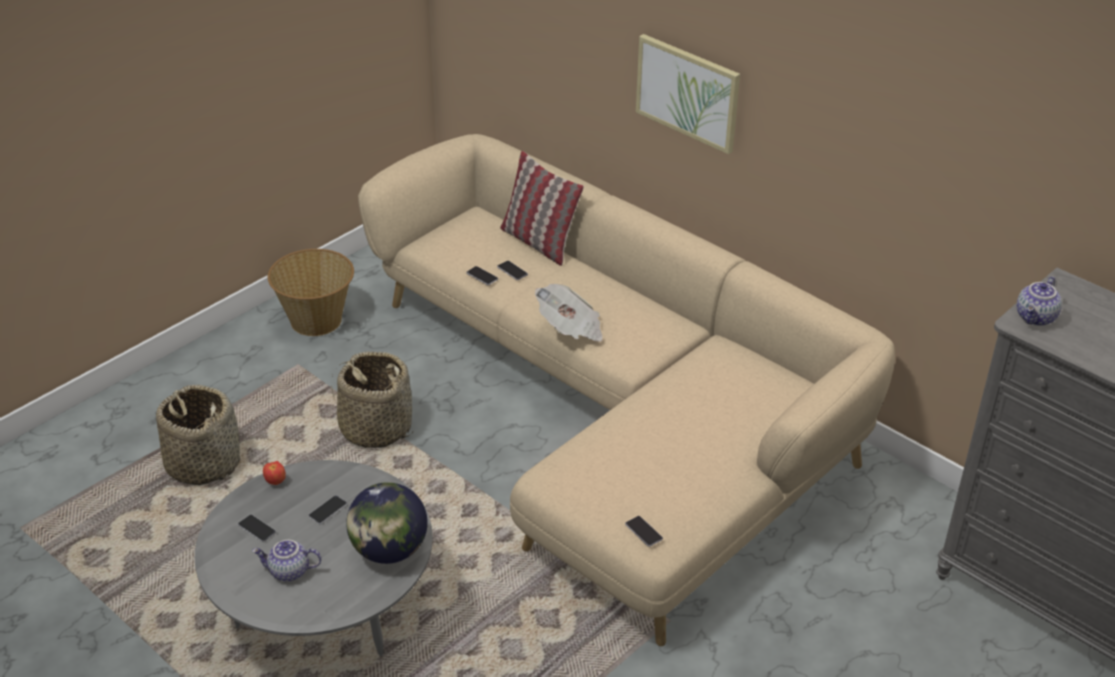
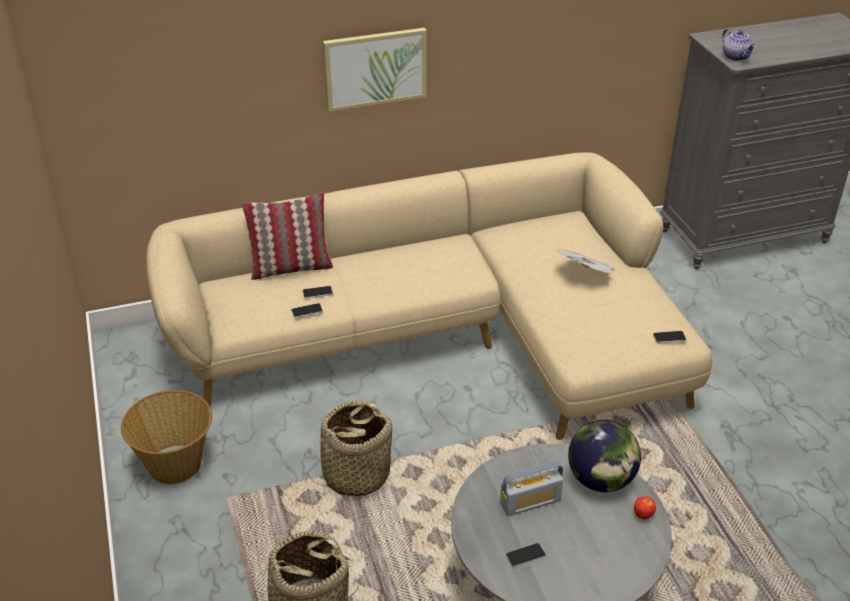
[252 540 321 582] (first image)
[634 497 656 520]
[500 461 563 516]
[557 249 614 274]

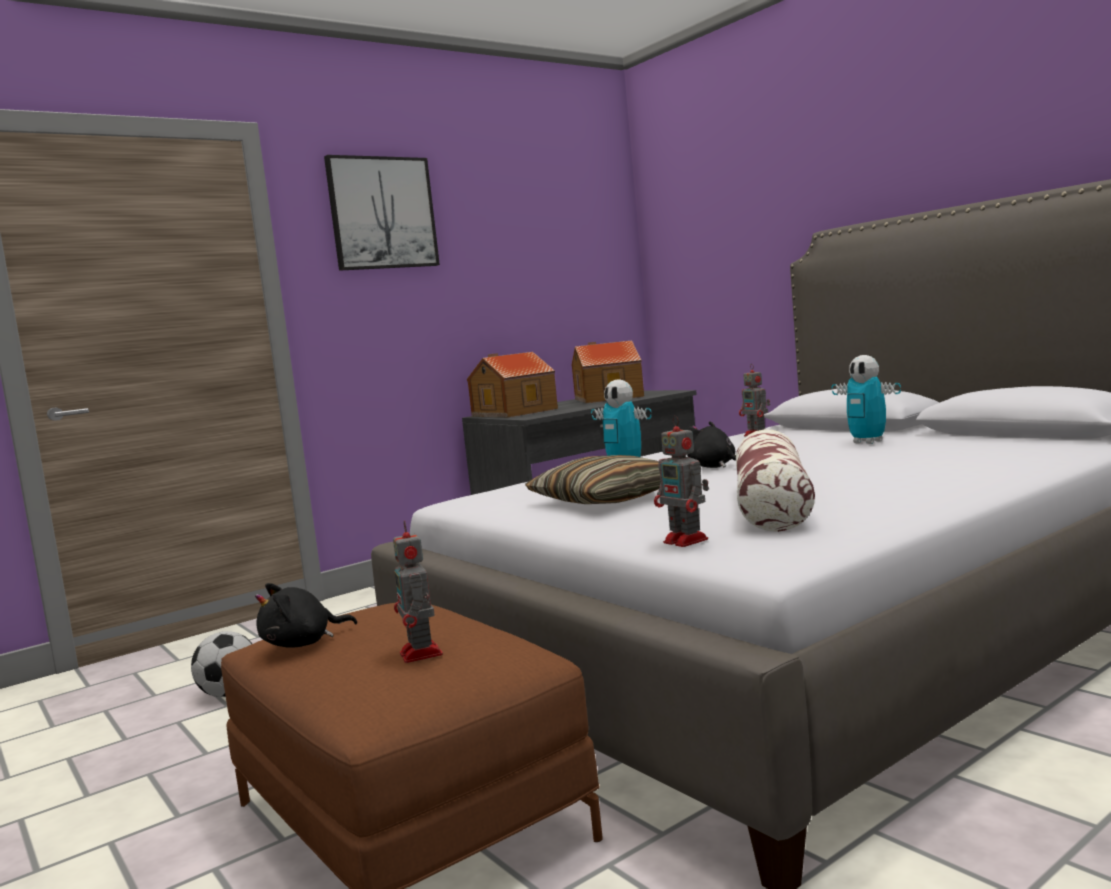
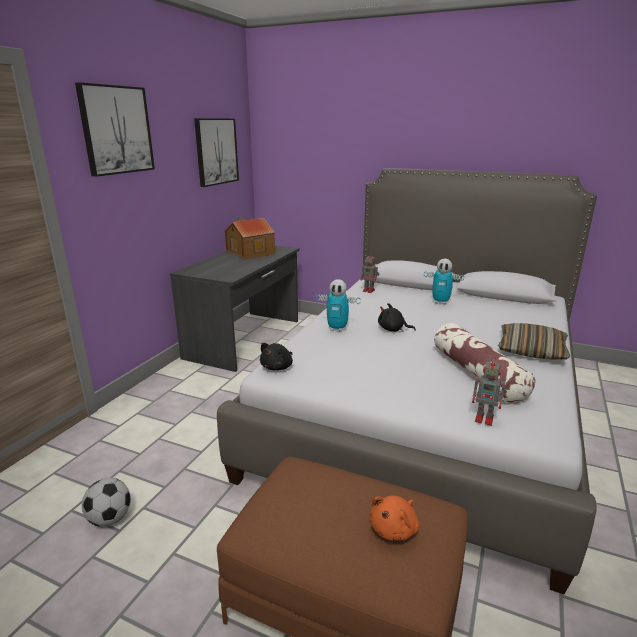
[260 343 293 370]
[369 495 420 541]
[467 352 558 418] (first image)
[498 323 570 360]
[194 118 239 187]

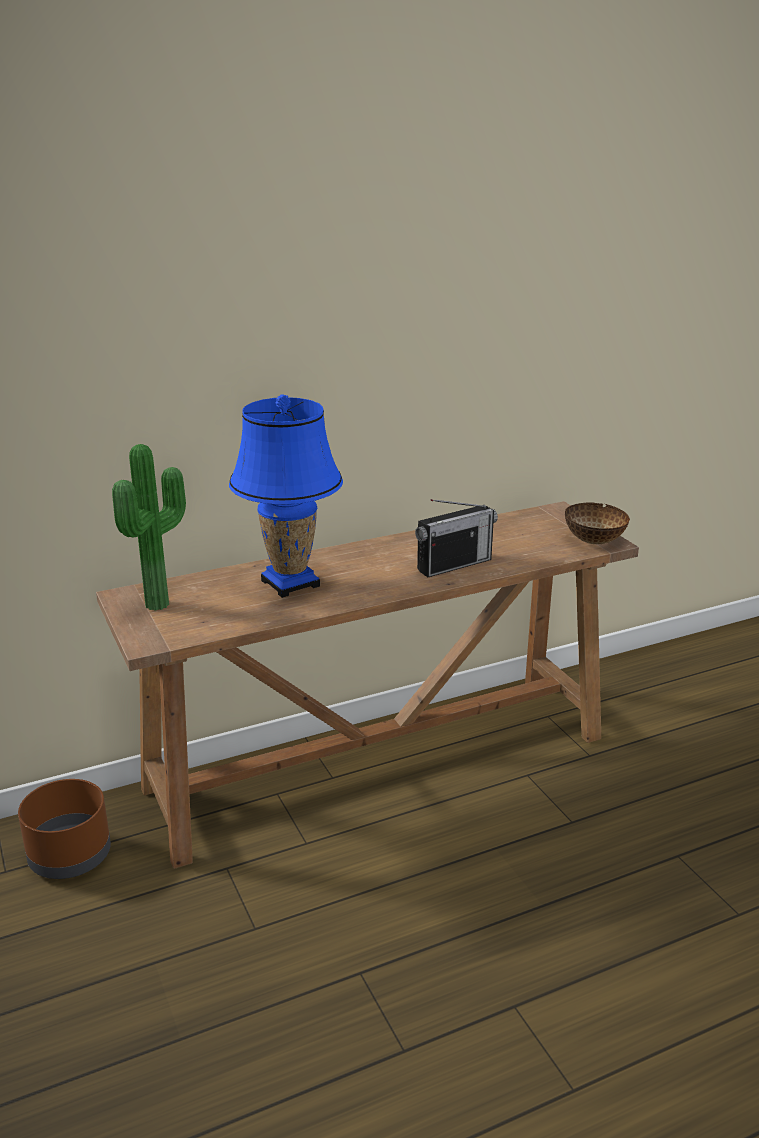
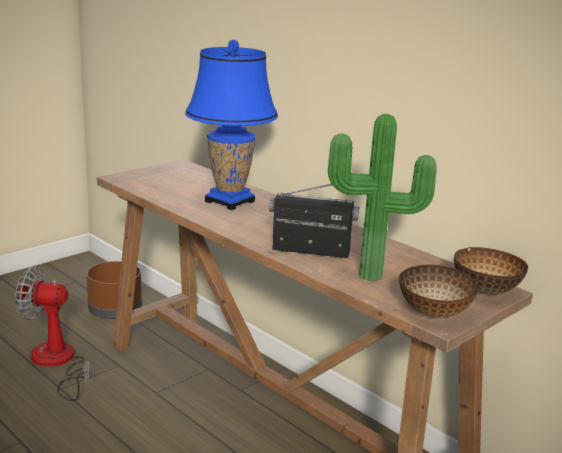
[328 114 437 281]
[269 184 359 258]
[15 267 90 401]
[454 247 528 295]

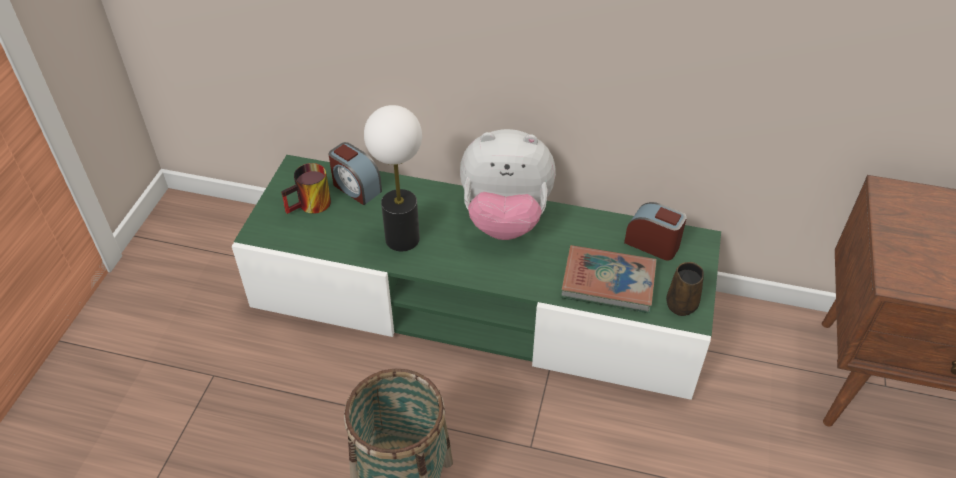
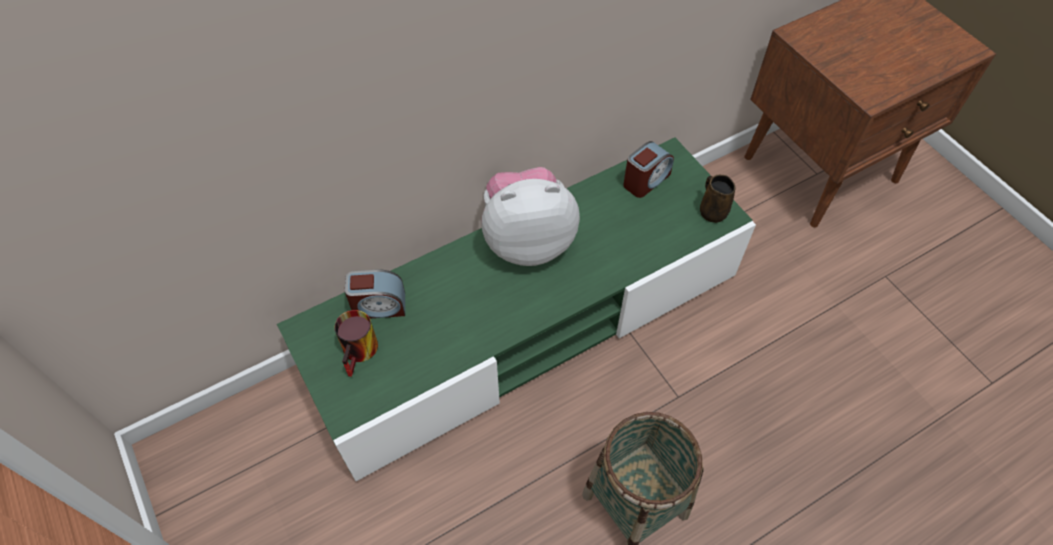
[364 105 422 251] (first image)
[481 167 580 266]
[561 245 657 313] (first image)
[623 141 674 198]

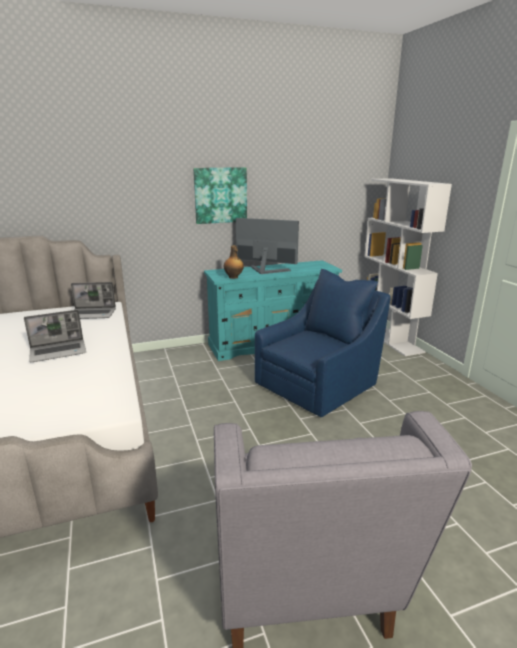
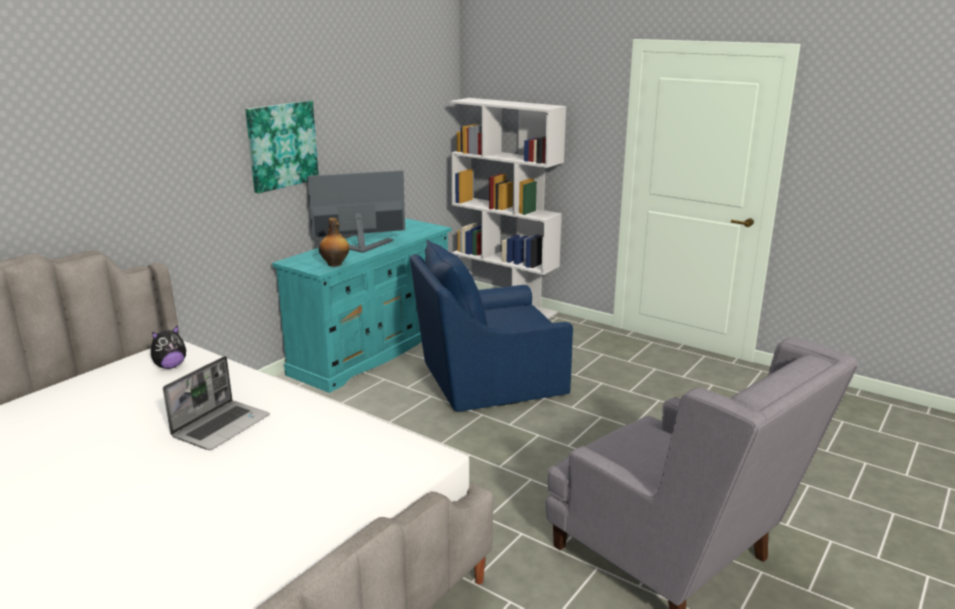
[151 325 186 369]
[410 239 573 412]

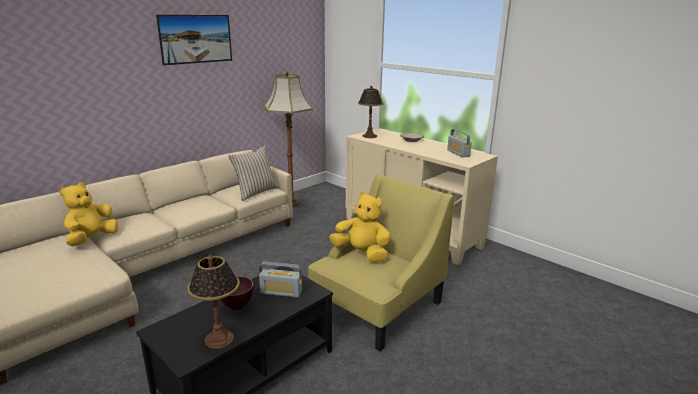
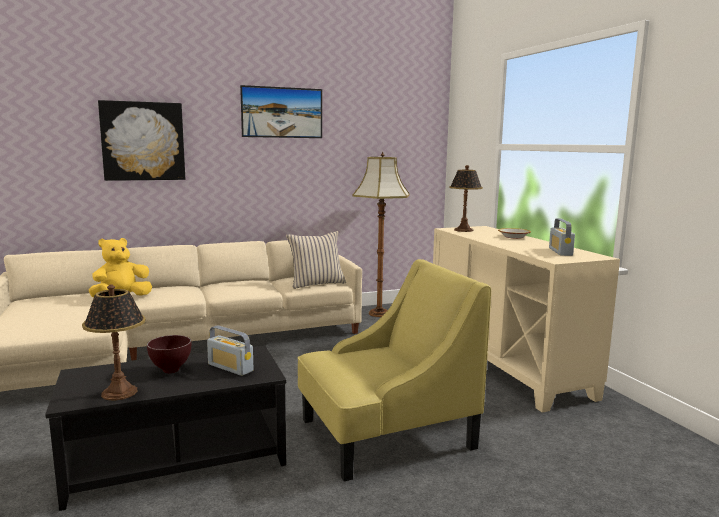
[329 192 391 263] (first image)
[98 100 185 181]

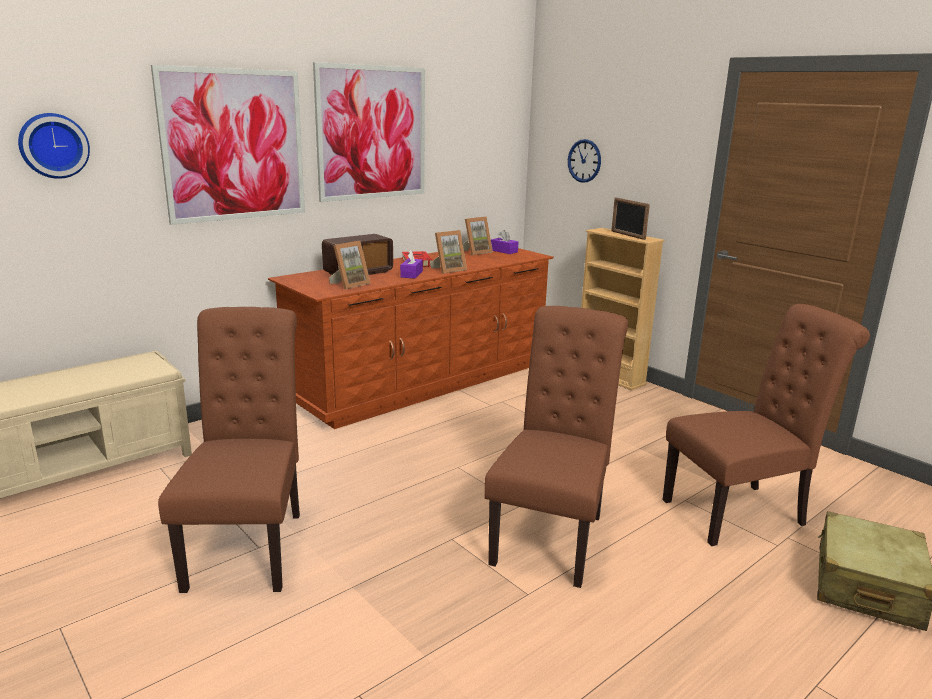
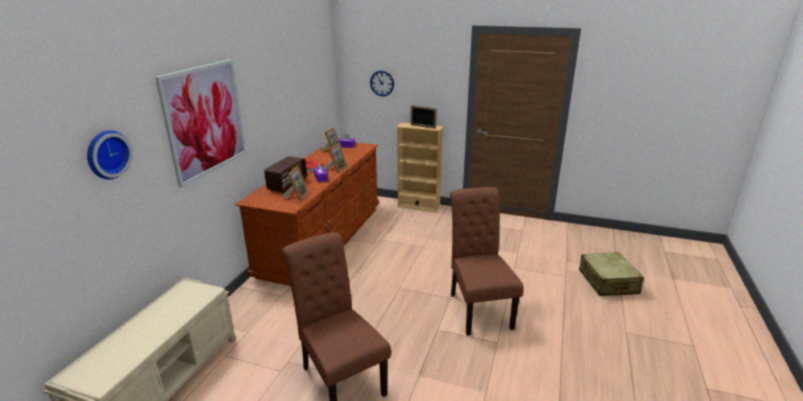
[313 62 425 202] (first image)
[663 304 870 546] (first image)

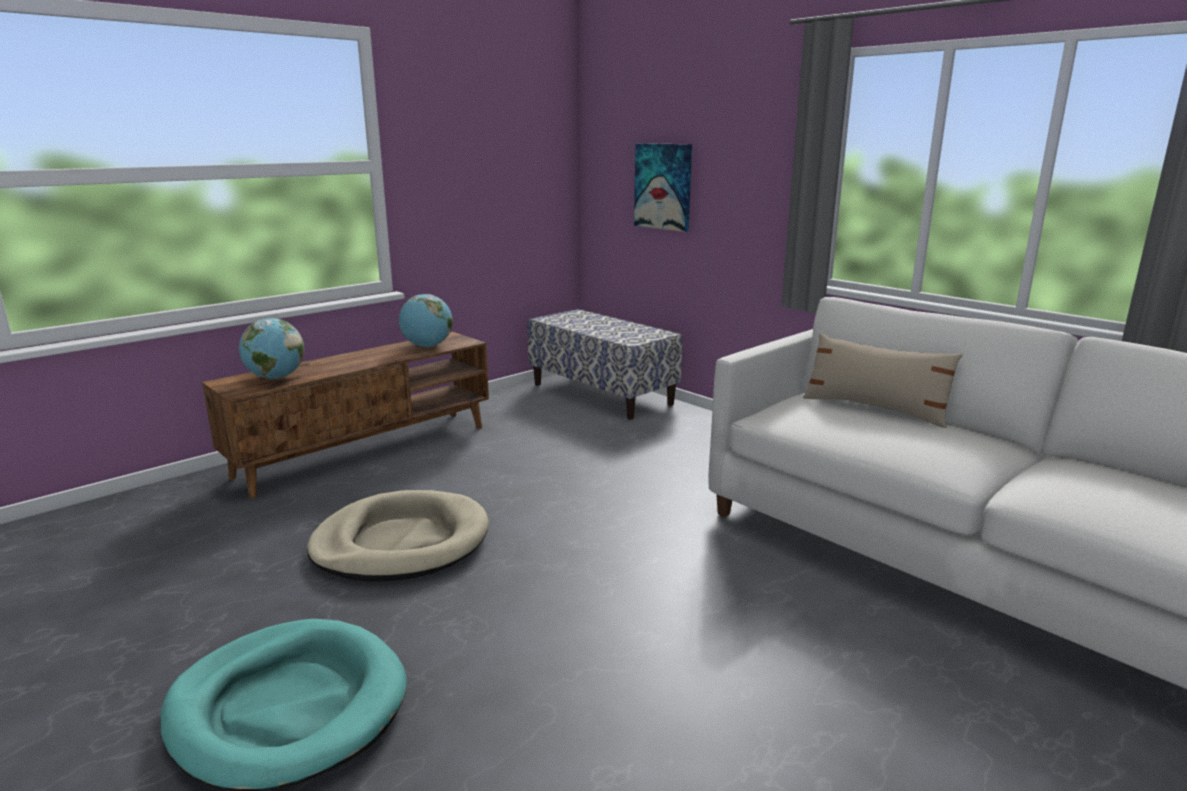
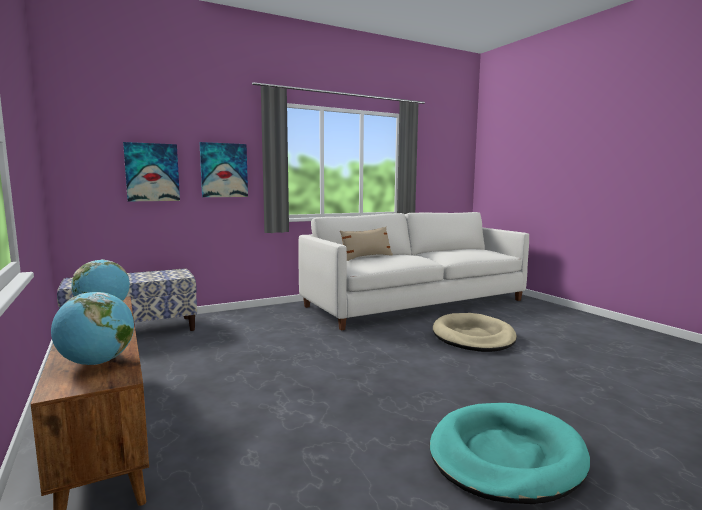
[433 313 517 352]
[199 142 248 197]

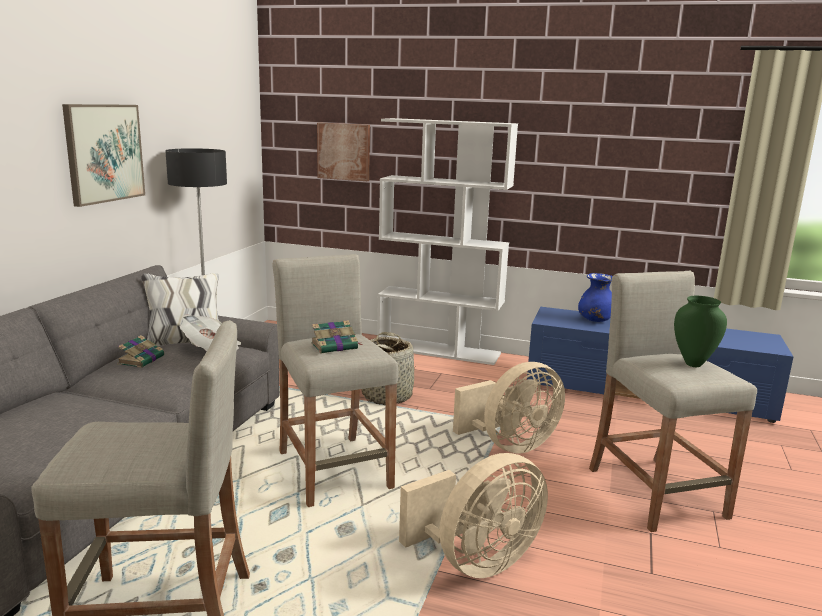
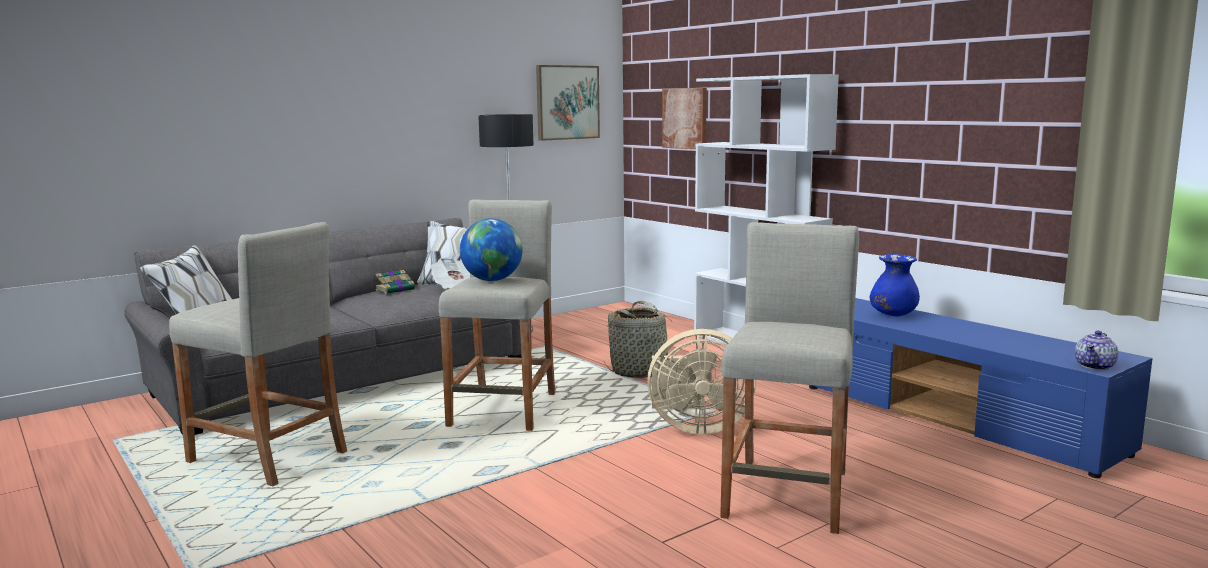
[536 65 600 141]
[460 218 522 281]
[399 453 548 578] (first image)
[674 296 727 367] (first image)
[1075 331 1119 370]

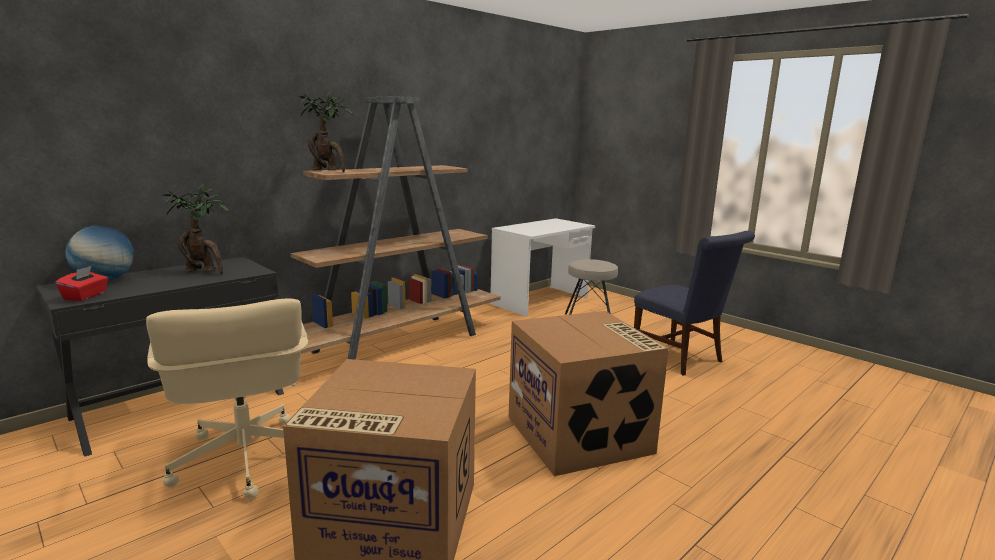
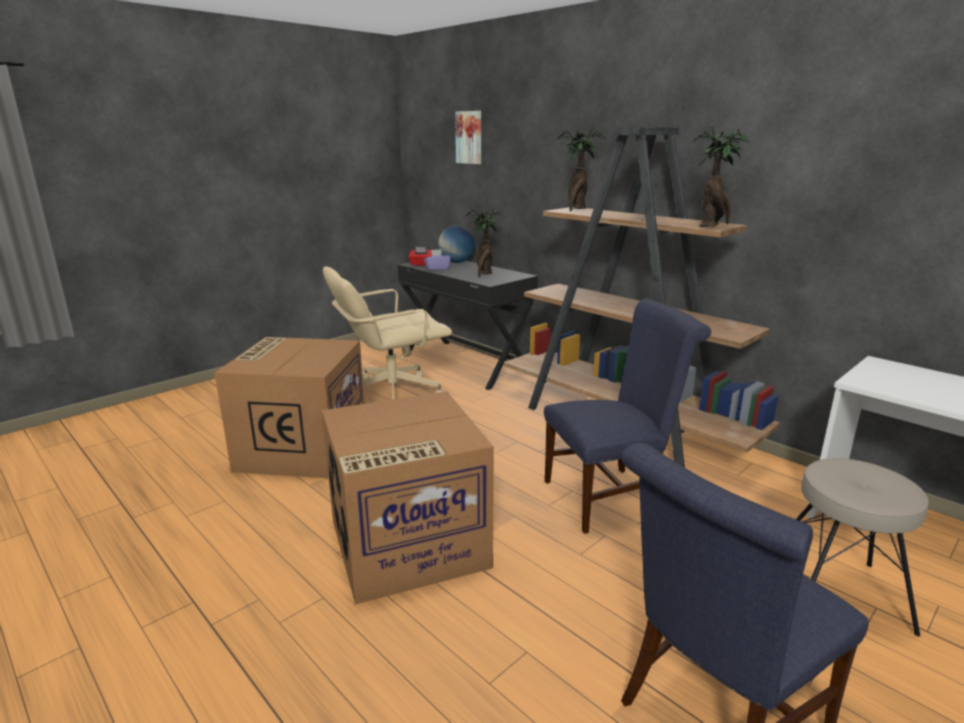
[424 249 451 271]
[455 111 481 164]
[544 299 711 534]
[693 124 750 227]

